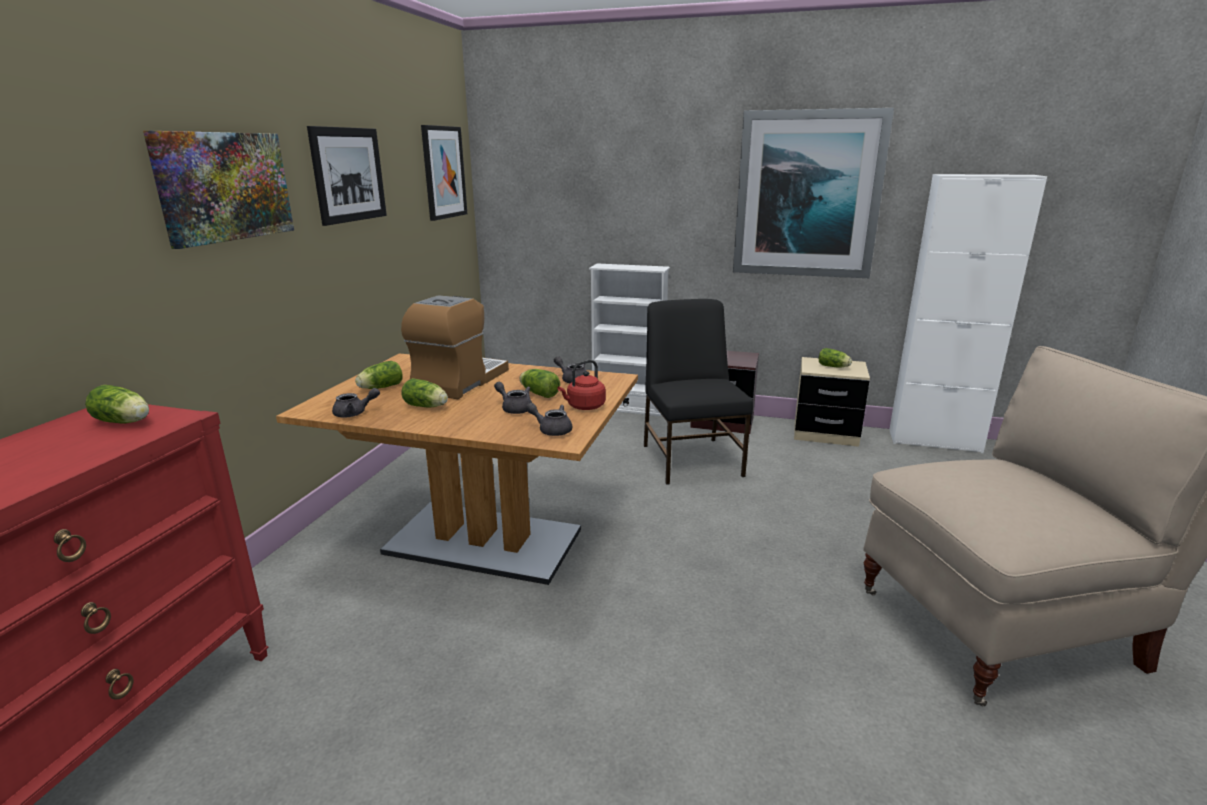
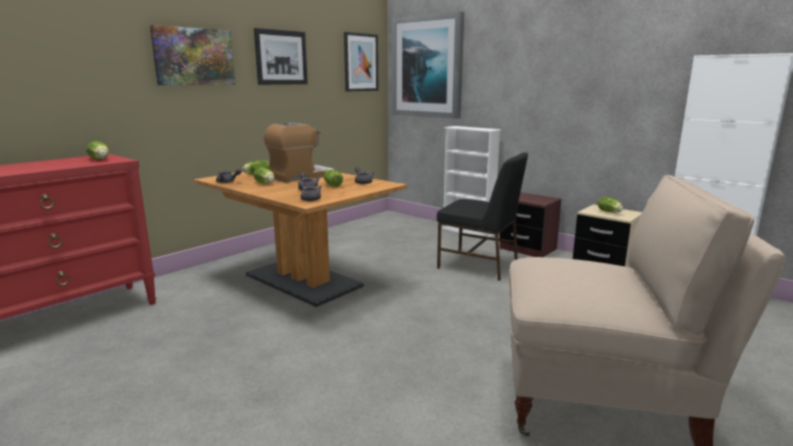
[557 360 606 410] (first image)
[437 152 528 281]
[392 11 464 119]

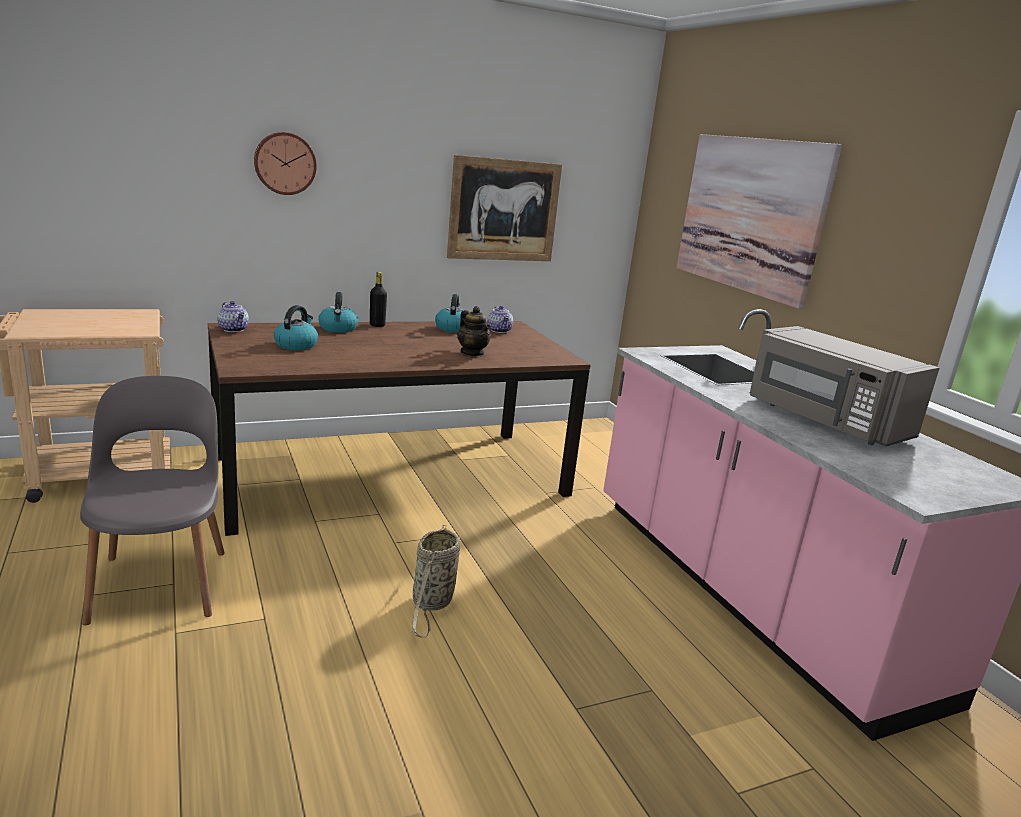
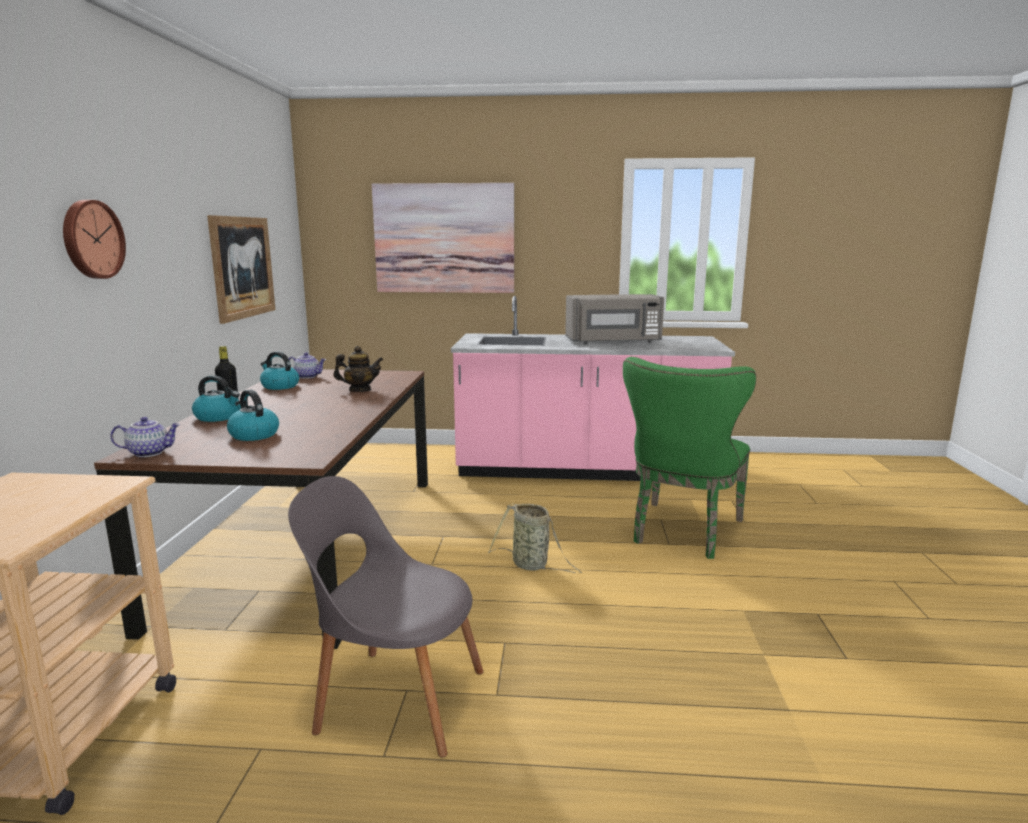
[623 357 756 559]

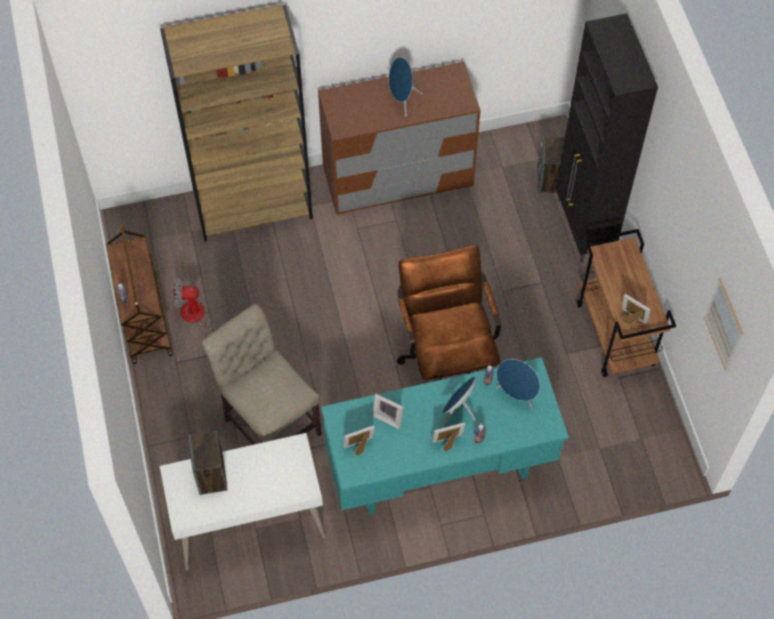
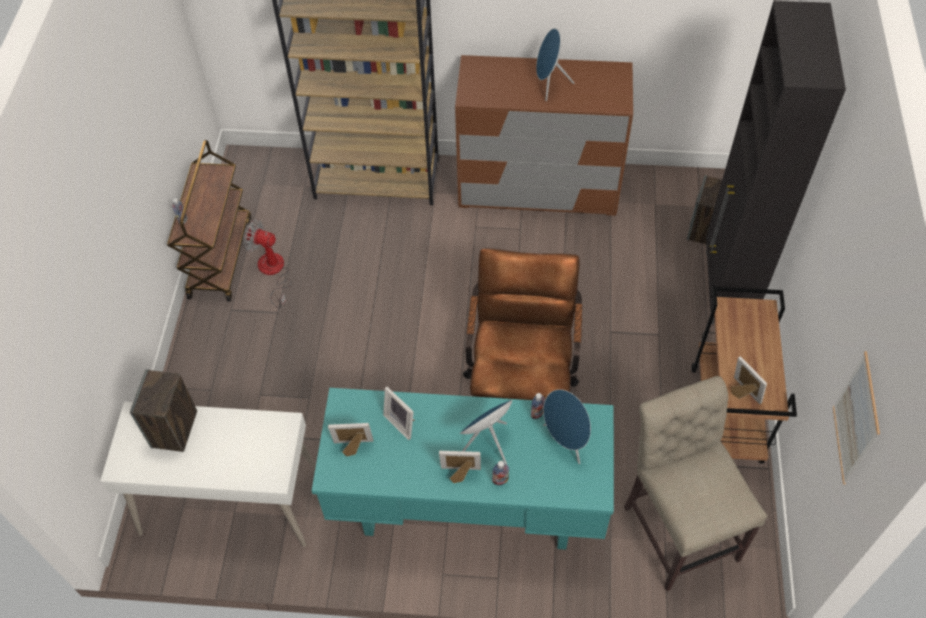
[624 376 768 591]

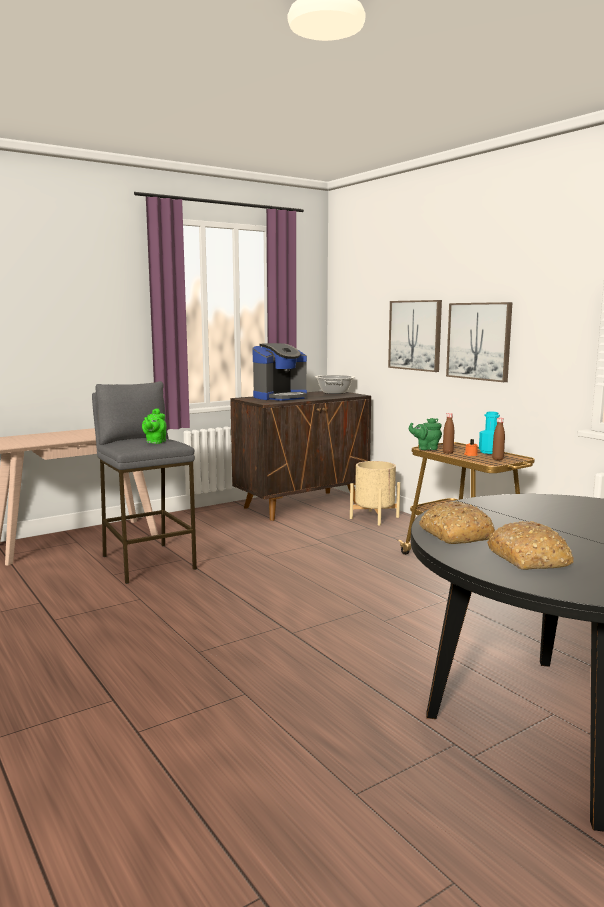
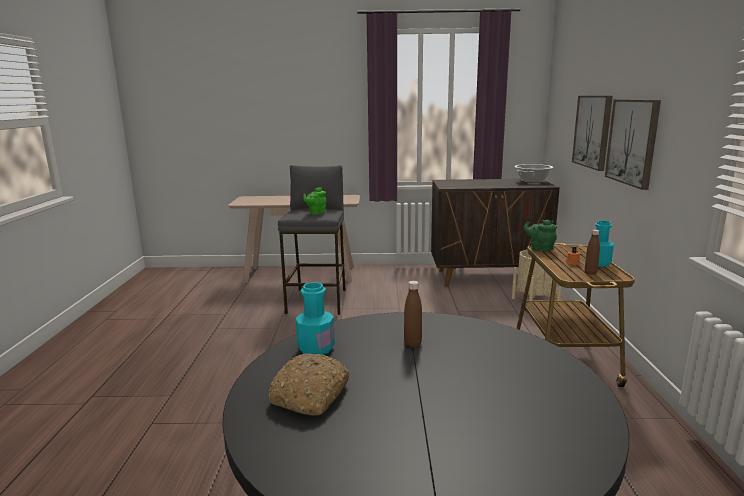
[252 343 307 401] (first image)
[296 282 335 355]
[404 281 422 347]

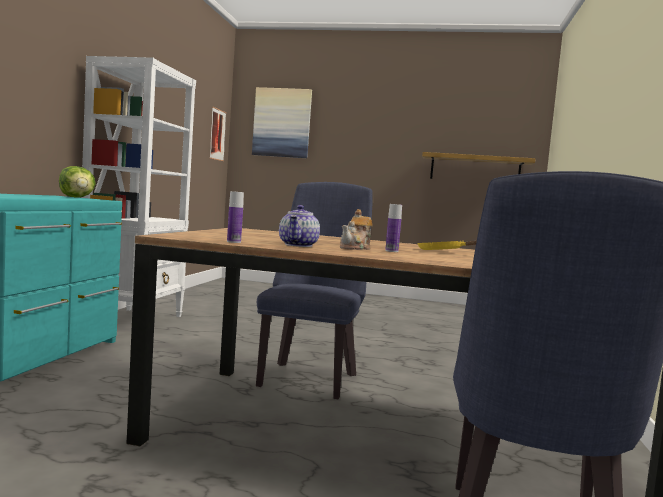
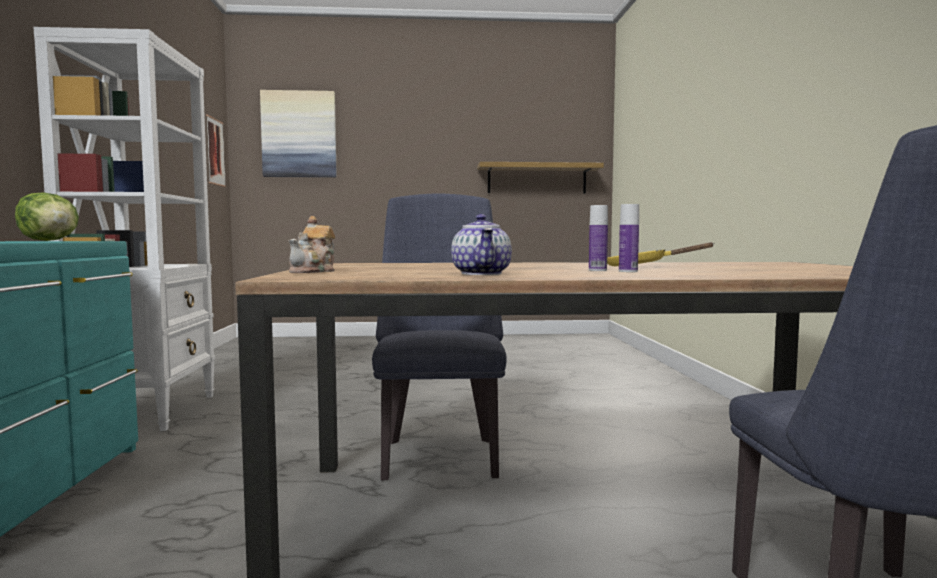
[619 204 639 272]
[288 216 335 273]

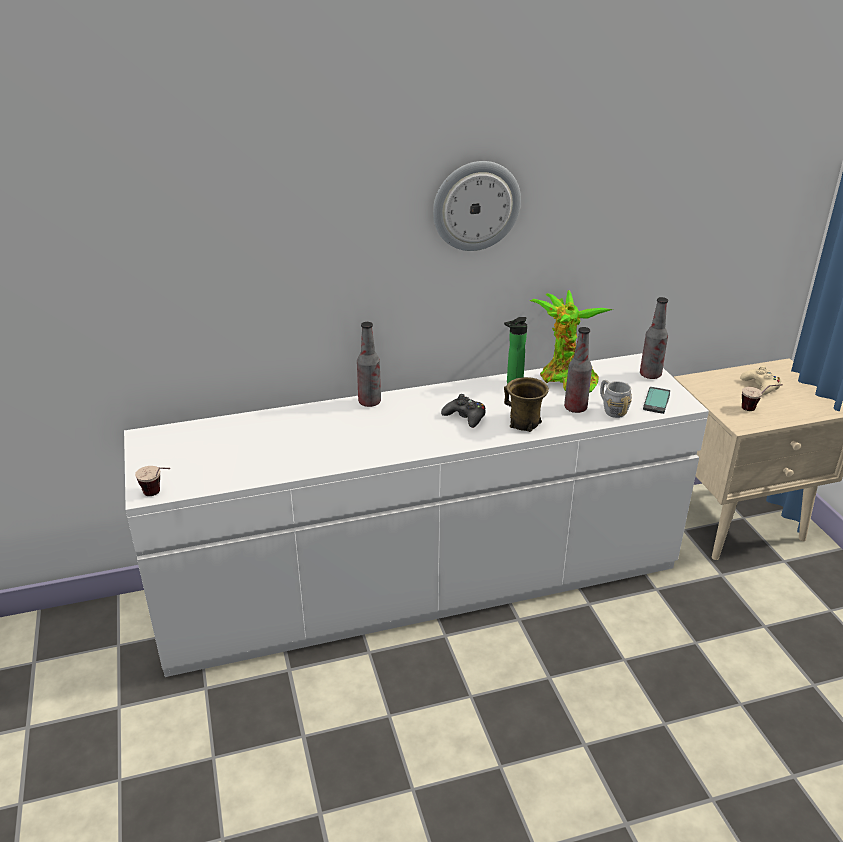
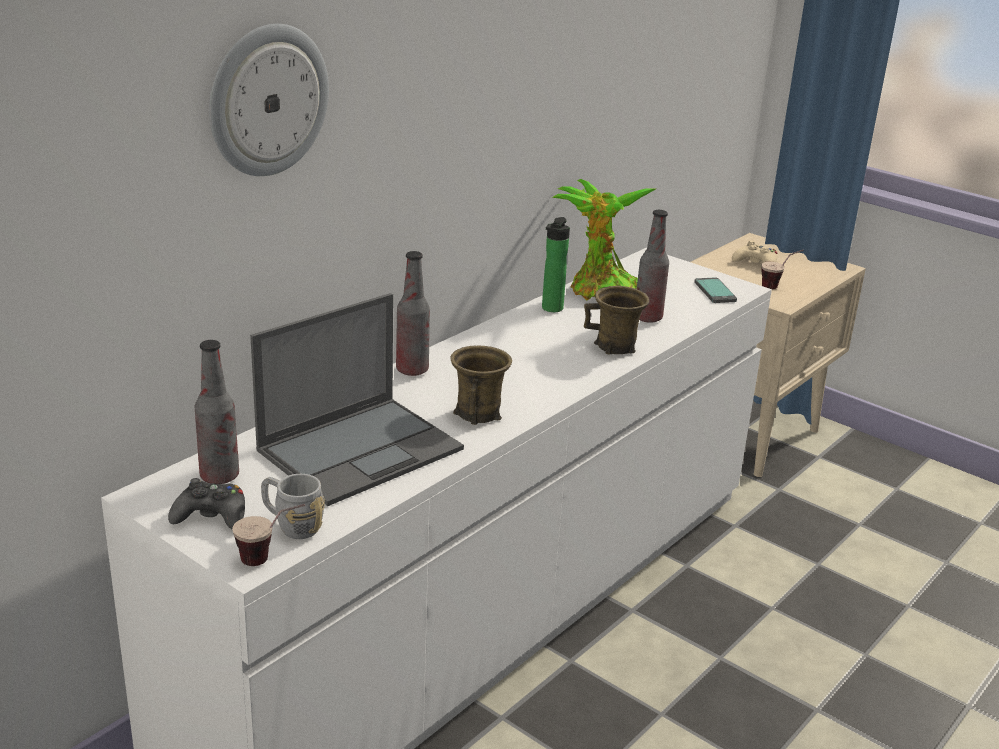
[209 24 329 176]
[168 478 245 529]
[261 474 325 539]
[194 340 239 484]
[250 293 464 506]
[450 346 512 425]

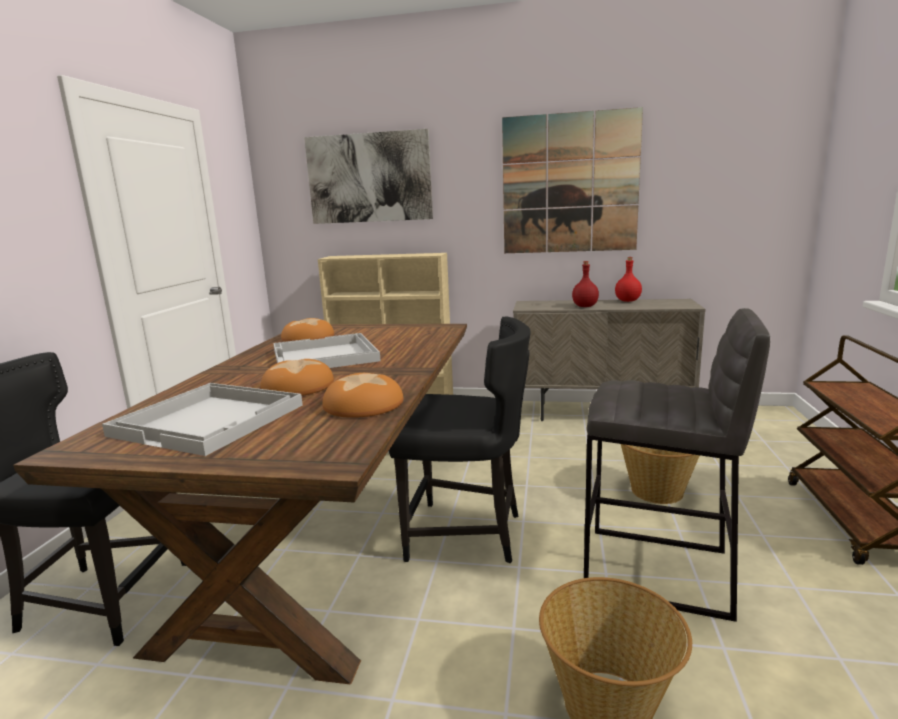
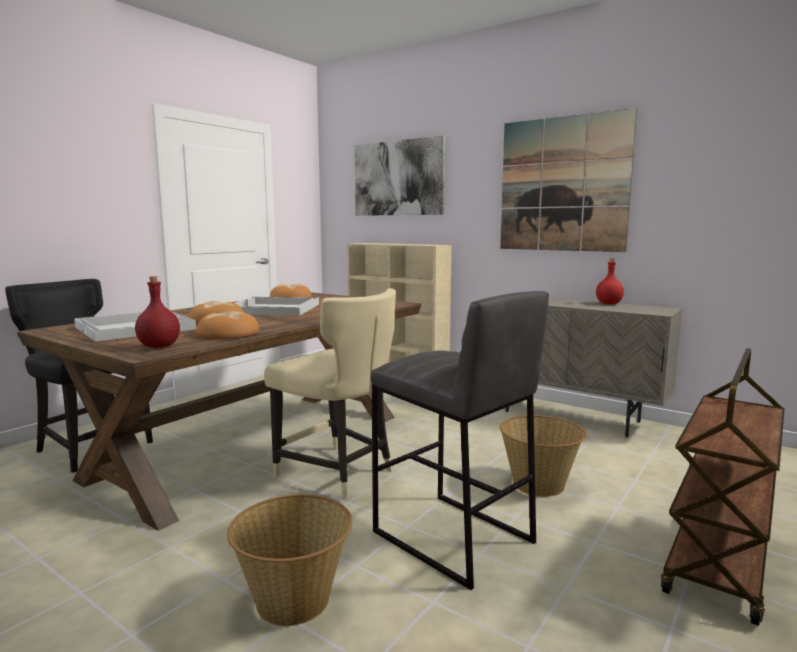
[264 288 396 498]
[135 276 180 348]

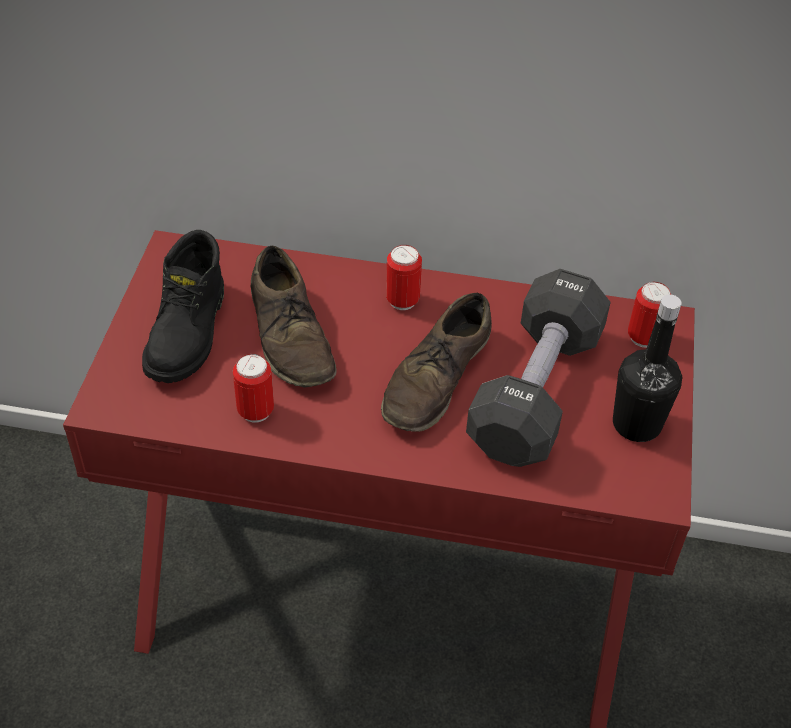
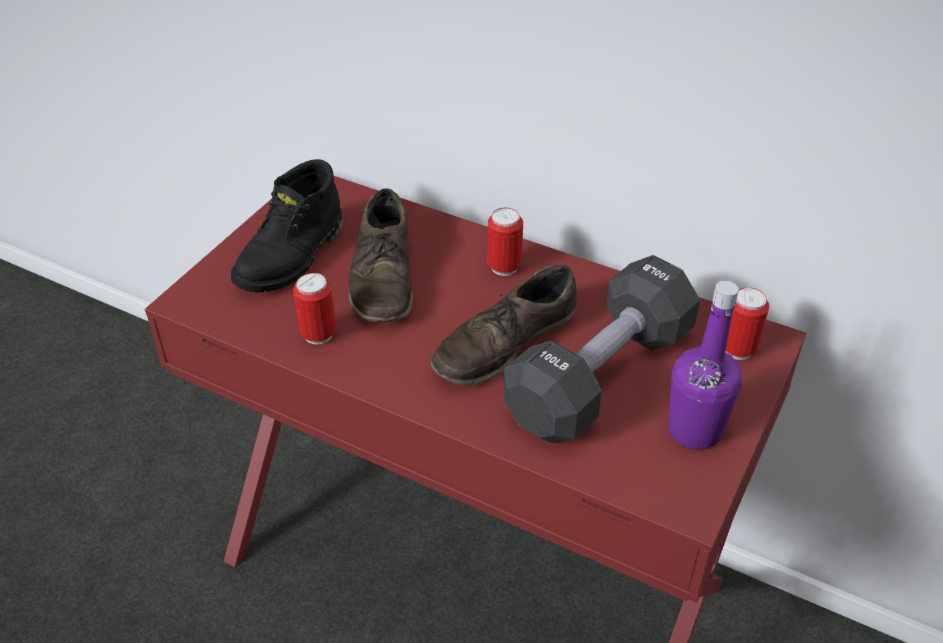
[668 281 742 450]

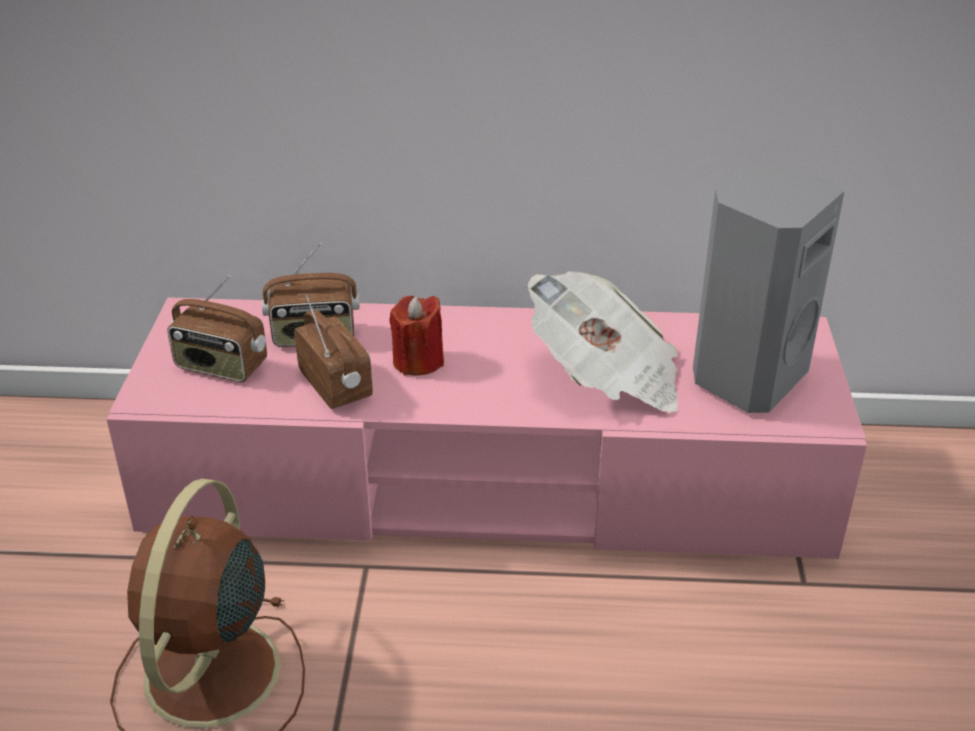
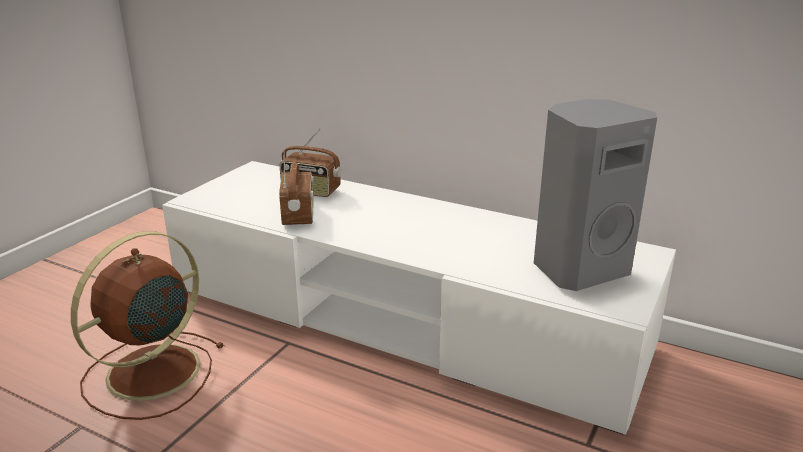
[162 161 676 435]
[167 275 267 382] (first image)
[389 296 444 376] (first image)
[528 271 678 413] (first image)

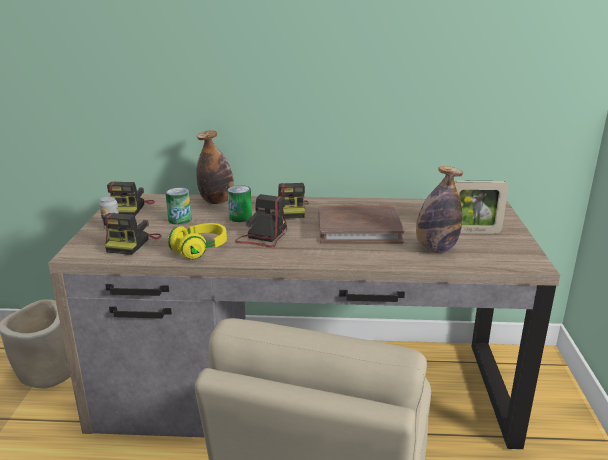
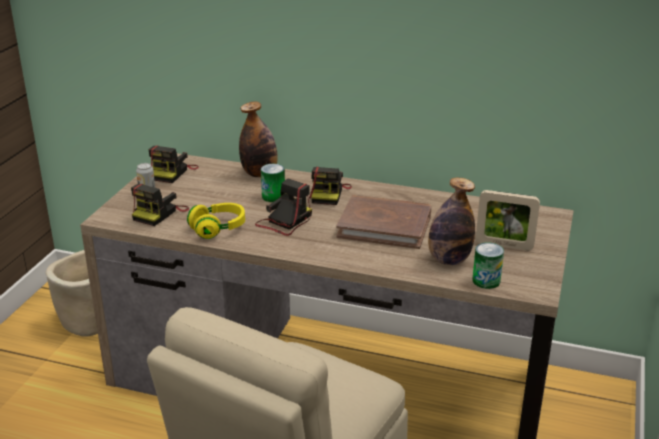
[472 242 504 289]

